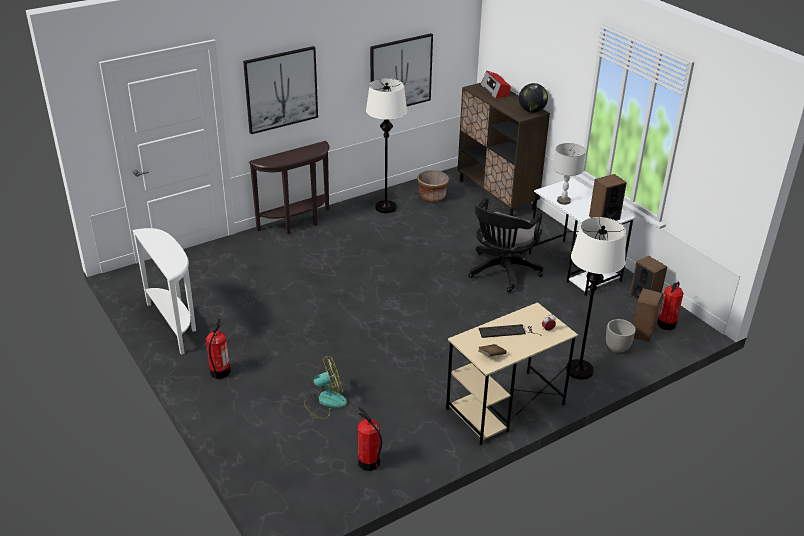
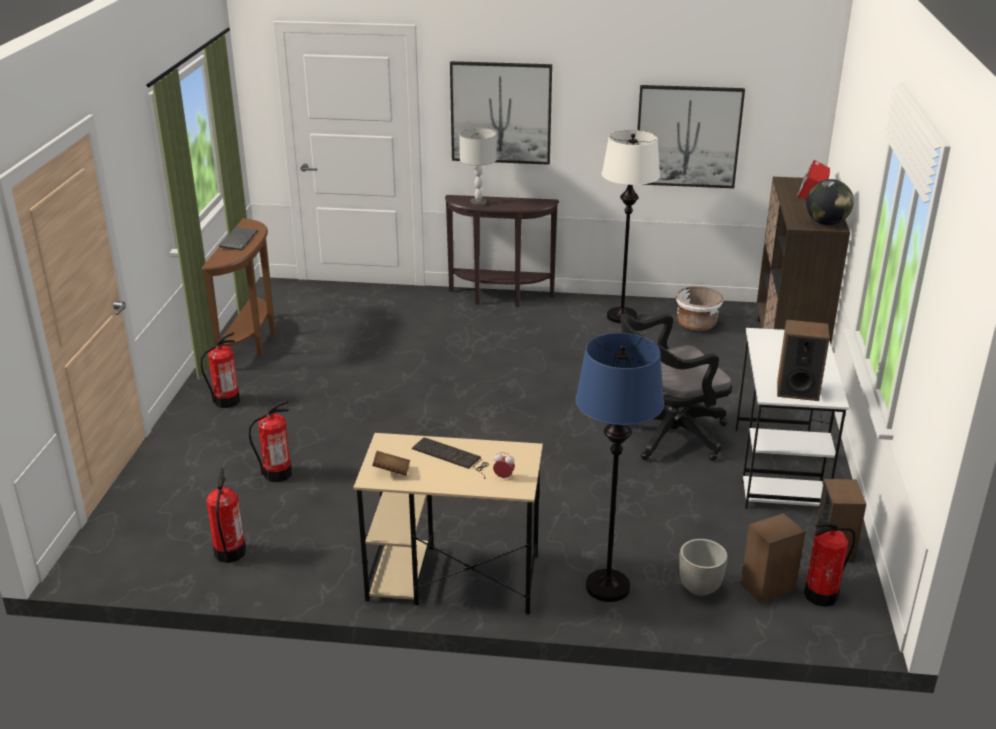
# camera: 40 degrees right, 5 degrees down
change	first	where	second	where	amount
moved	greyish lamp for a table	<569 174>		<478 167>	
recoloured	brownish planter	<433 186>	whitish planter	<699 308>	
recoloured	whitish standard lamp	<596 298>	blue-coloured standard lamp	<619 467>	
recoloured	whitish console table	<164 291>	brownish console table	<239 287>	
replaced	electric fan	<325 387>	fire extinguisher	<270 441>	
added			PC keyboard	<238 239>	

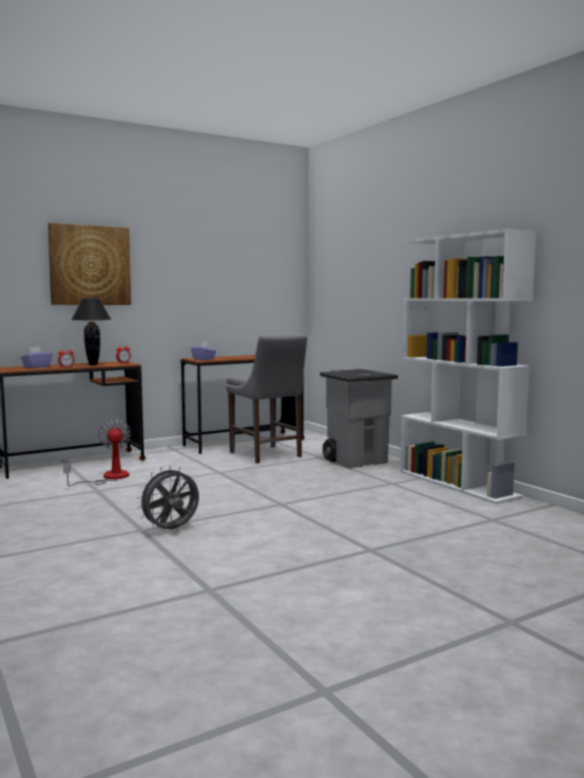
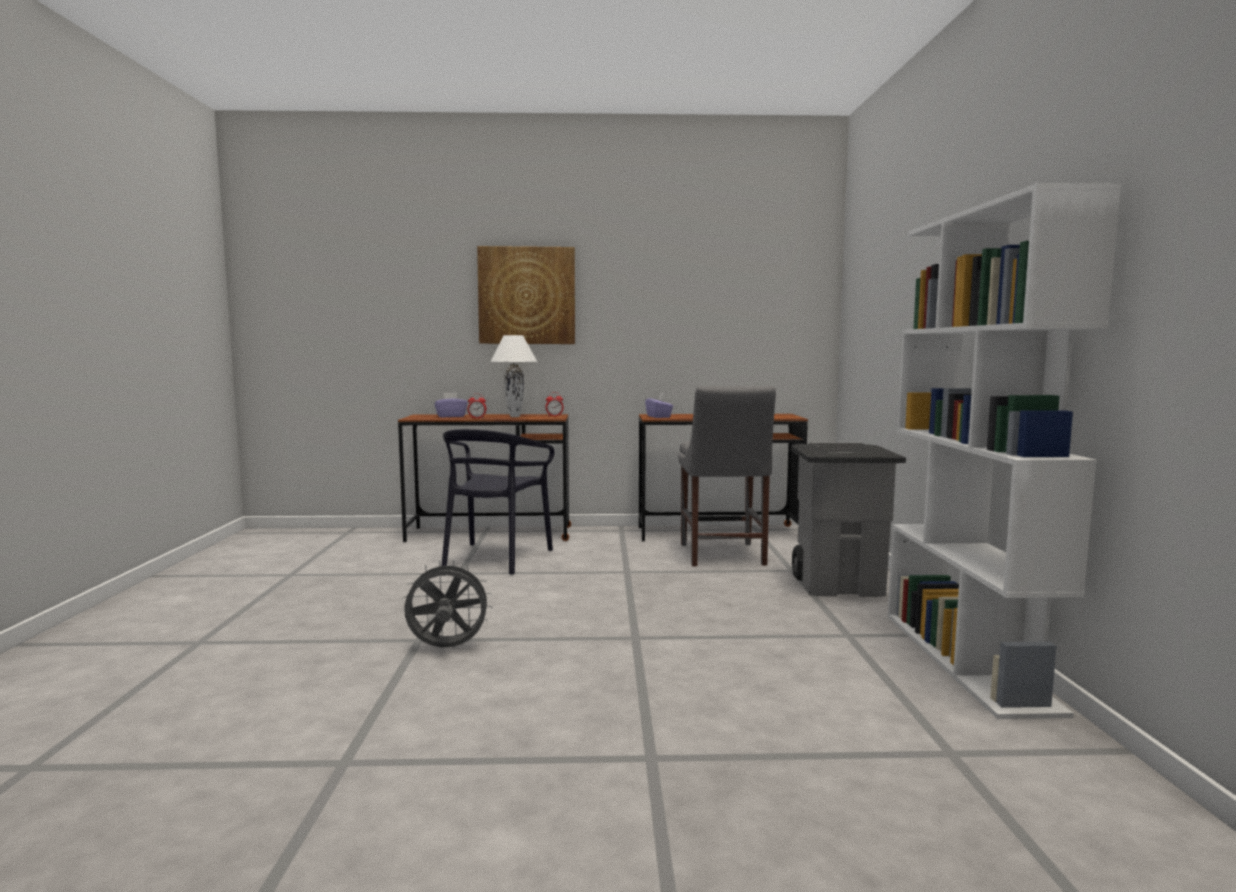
# camera: 30 degrees right, 0 degrees up
change	first	where	second	where	amount
recoloured	black lamp for a table	<91 331>	whitish lamp for a table	<514 376>	
replaced	electric fan	<97 453>	black plain chair	<497 502>	

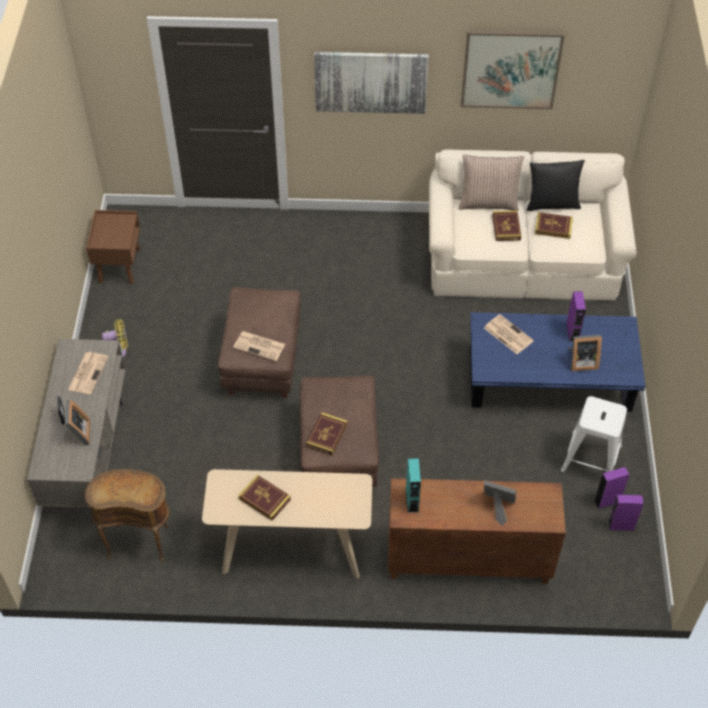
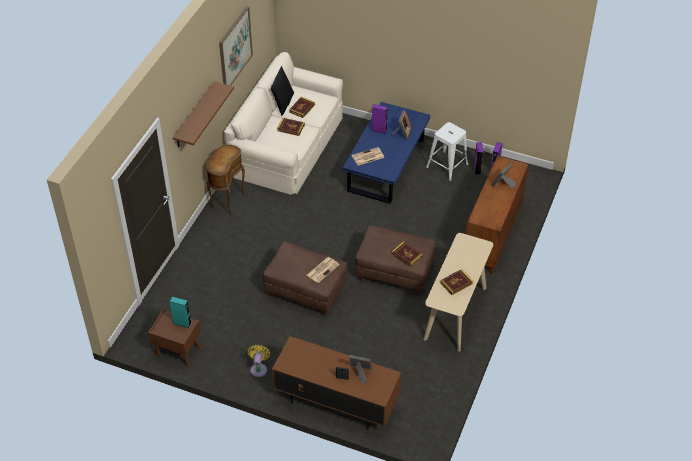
# camera: 70 degrees left, 5 degrees down
change	first	where	second	where	amount
replaced	wall picture	<371 83>	brownish bracket shelf	<203 114>	
removed	pillow	<491 183>			
recoloured	greyish tv unit	<76 423>	brownish tv unit	<336 383>	
removed	newspaper	<88 373>			
moved	turquoise speaker	<413 485>		<180 312>	
moved	brownish accent table	<127 515>		<226 180>	

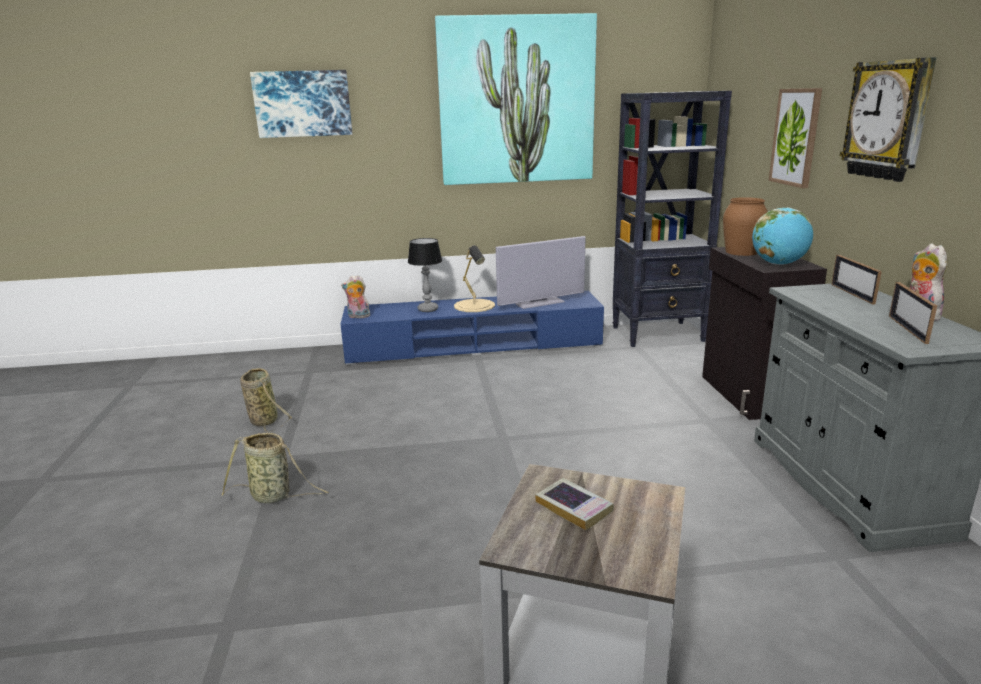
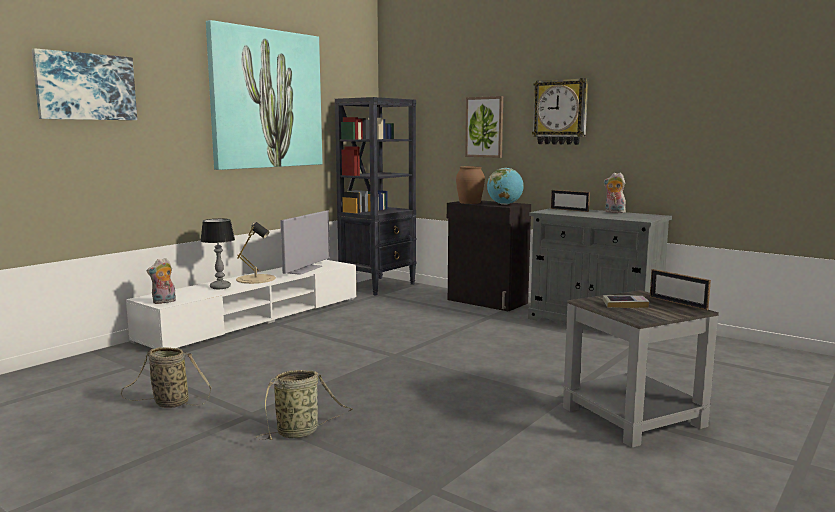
# camera: 45 degrees left, 10 degrees down
change	first	where	second	where	amount
moved	picture frame	<913 313>		<680 289>	
recoloured	blue-coloured tv unit	<472 328>	whitish tv unit	<241 304>	

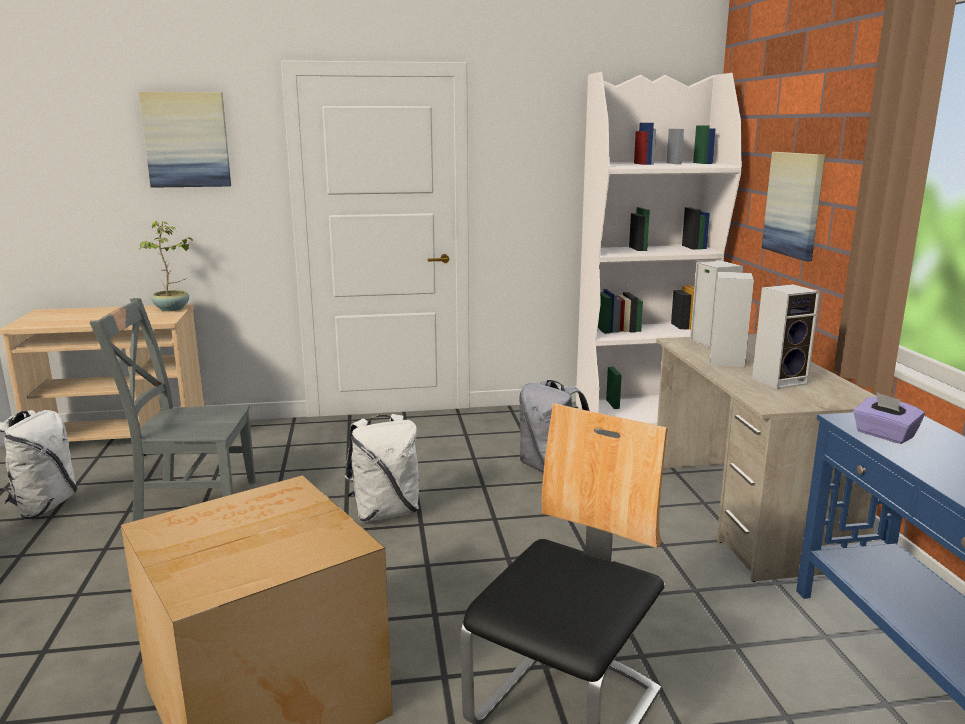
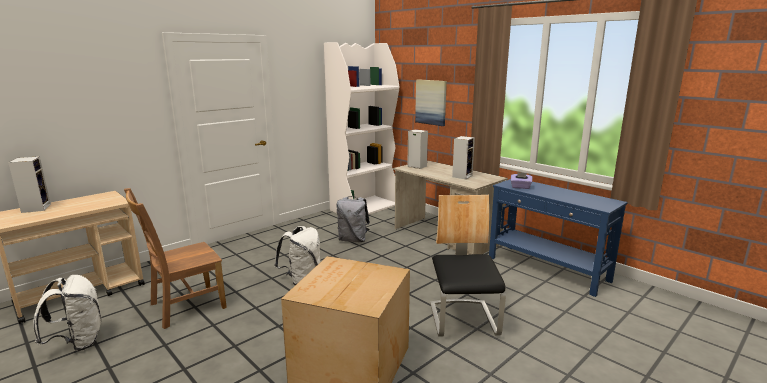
# camera: 35 degrees left, 0 degrees up
change	first	where	second	where	amount
removed	wall picture	<185 140>			
removed	potted plant	<166 266>			
moved	speaker	<732 319>		<29 184>	
recoloured	greyish plain chair	<172 409>	brownish plain chair	<175 258>	

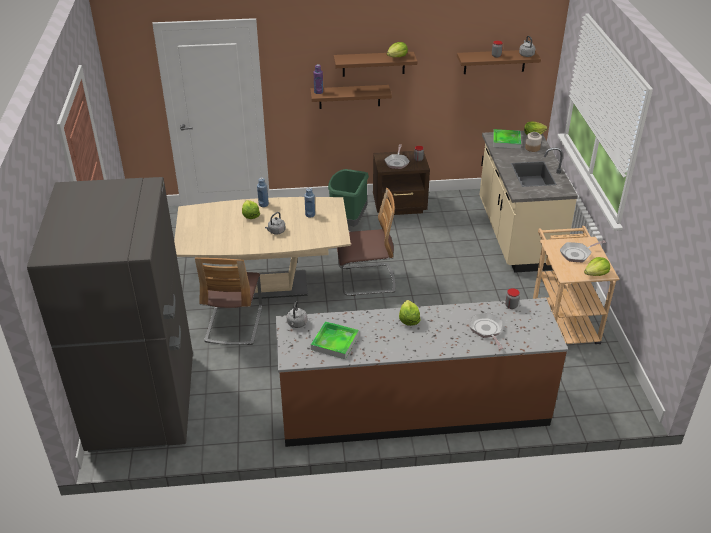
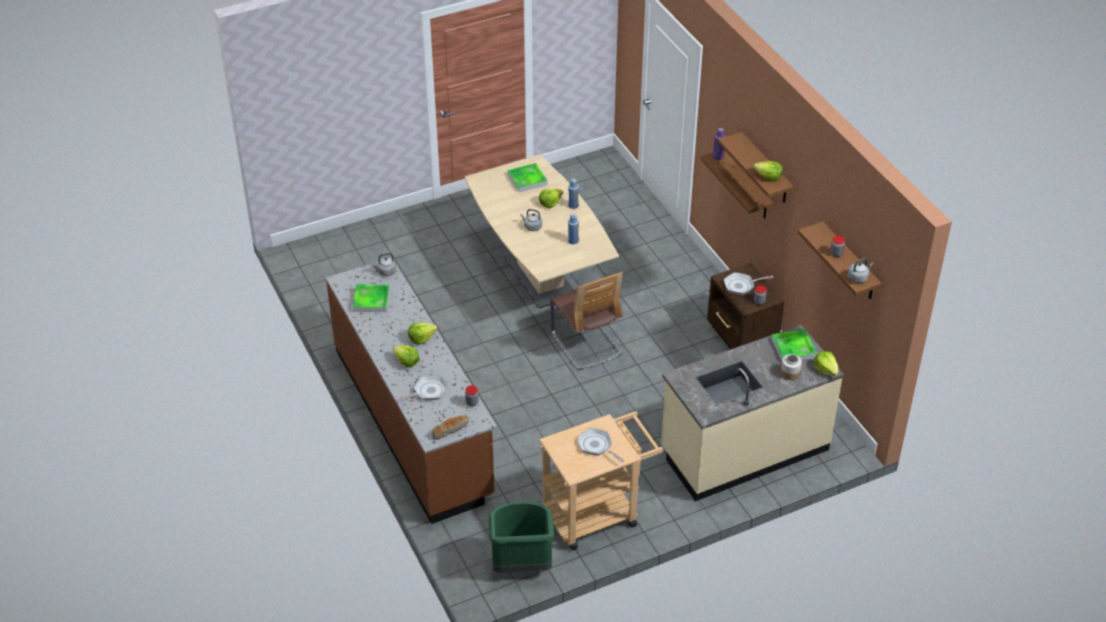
# camera: 70 degrees right, 5 degrees up
change	first	where	second	where	amount
moved	greenish rubbish bin	<348 197>		<521 537>	
removed	greyish refrigerator	<110 314>			
moved	head of lettuce	<597 266>		<406 356>	
removed	plain chair	<228 301>			
added			tray	<527 177>	
added			bread	<450 427>	

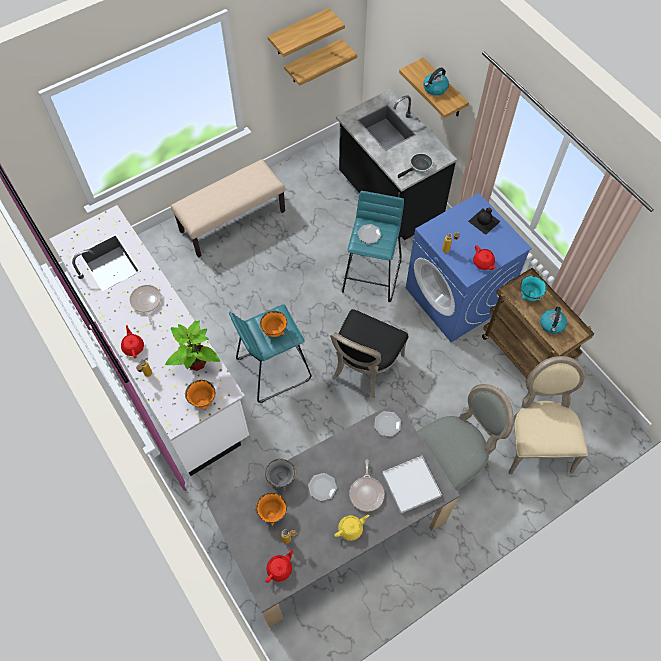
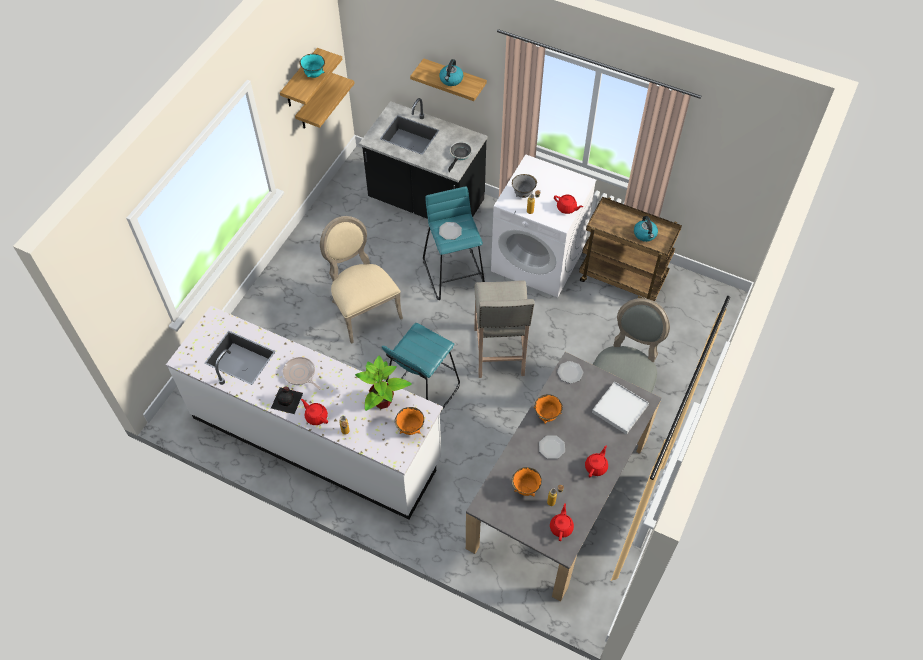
# camera: 30 degrees left, 5 degrees down
change	first	where	second	where	amount
removed	sand-coloured indoor bench	<228 208>			
recoloured	blue-coloured laundry appliance	<469 267>	whitish laundry appliance	<543 226>	
moved	black bottle	<484 221>		<287 400>	
moved	turquoise serving bowl	<533 288>		<312 66>	
replaced	black plain chair	<369 353>	sand-coloured stool	<504 329>	
moved	orangey serving bowl	<274 324>		<548 409>	
moved	sand-coloured plain chair	<548 415>		<361 280>	
moved	greyish serving bowl	<280 475>		<524 186>	
removed	pan	<366 485>			
recoloured	yellow-coloured teapot	<351 528>	red teapot	<596 461>	

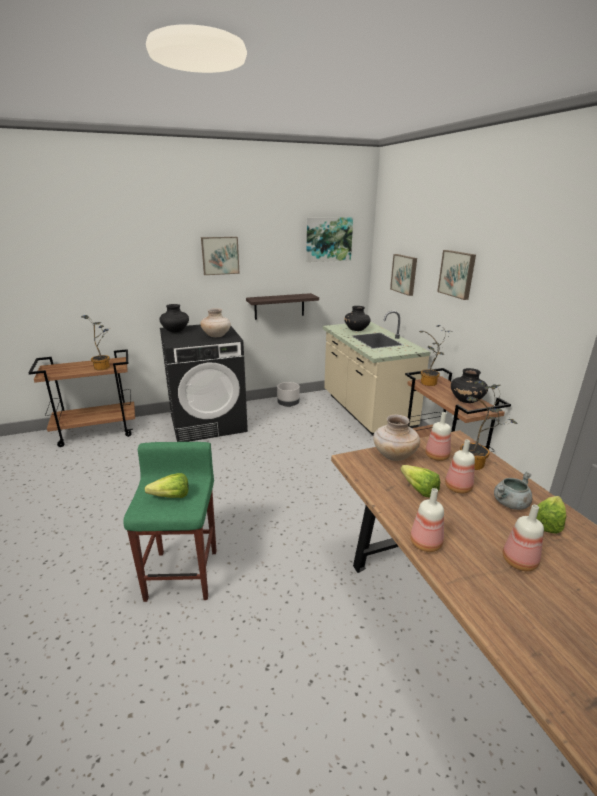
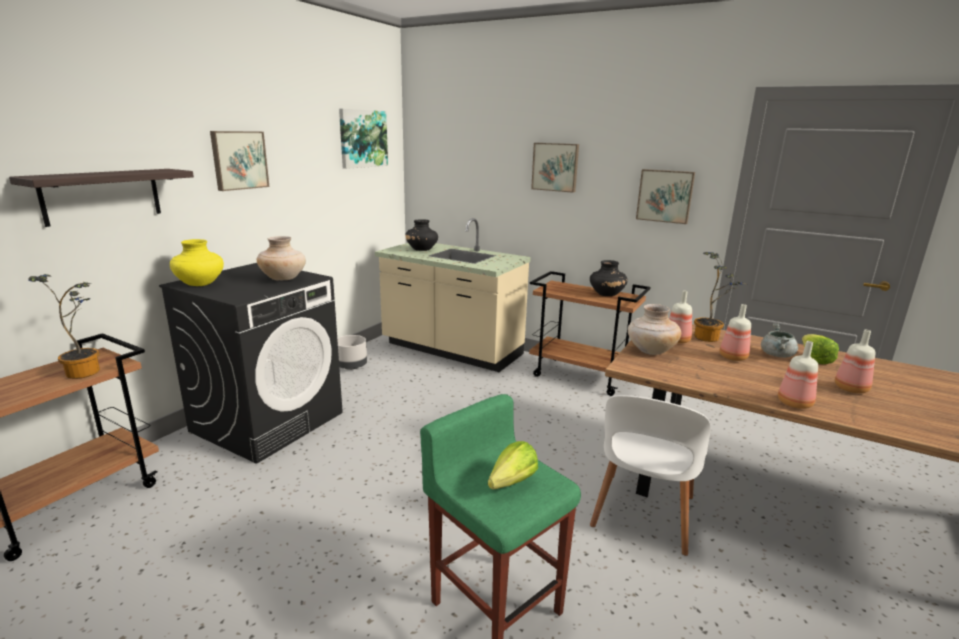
# camera: 40 degrees left, 5 degrees down
change	first	where	second	where	amount
moved	wall picture	<403 275>		<665 196>	
moved	bracket shelf	<282 306>		<101 198>	
recoloured	black vase	<174 318>	yellow-coloured vase	<197 262>	
removed	potted plant	<436 355>			
removed	head of lettuce	<420 481>			
added			whitish plain chair	<650 475>	

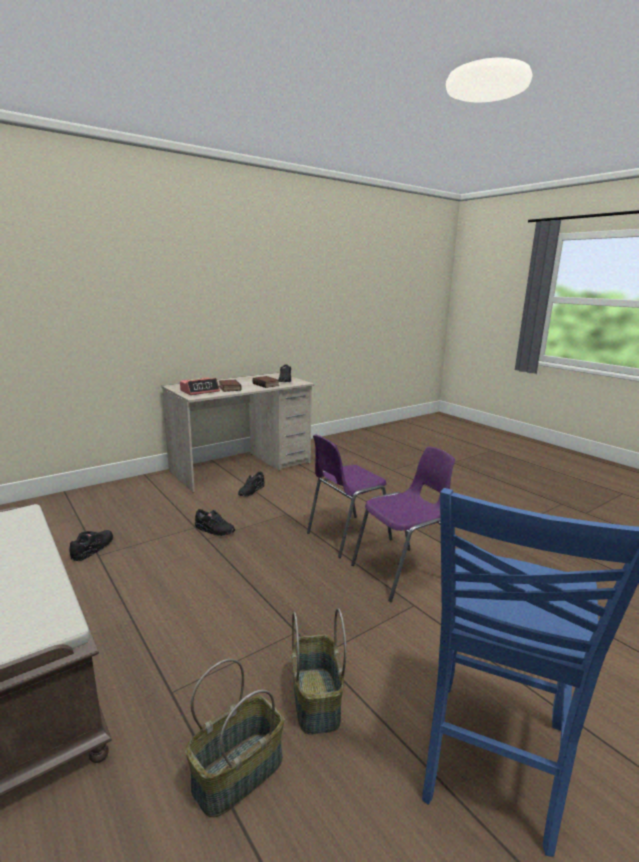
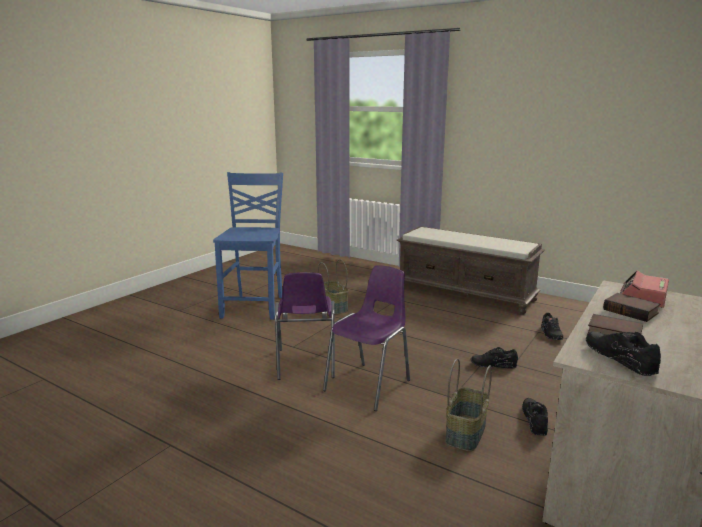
# camera: 160 degrees right, 0 degrees up
change	first	where	second	where	amount
turned	purple-coloured plain chair	<403 524>		<305 326>	45 degrees counterclockwise
moved	storage basket	<234 738>		<468 404>	

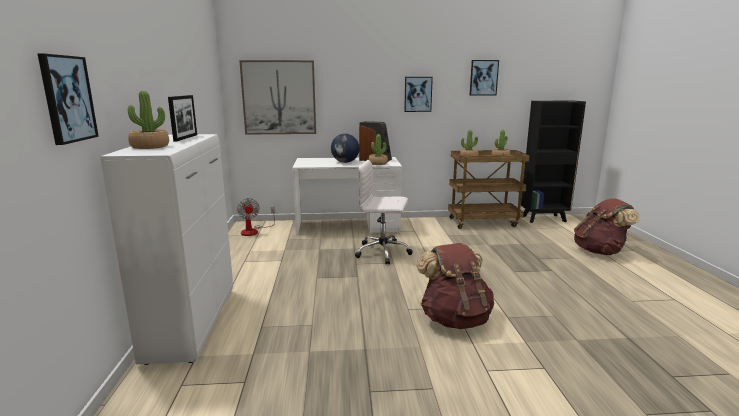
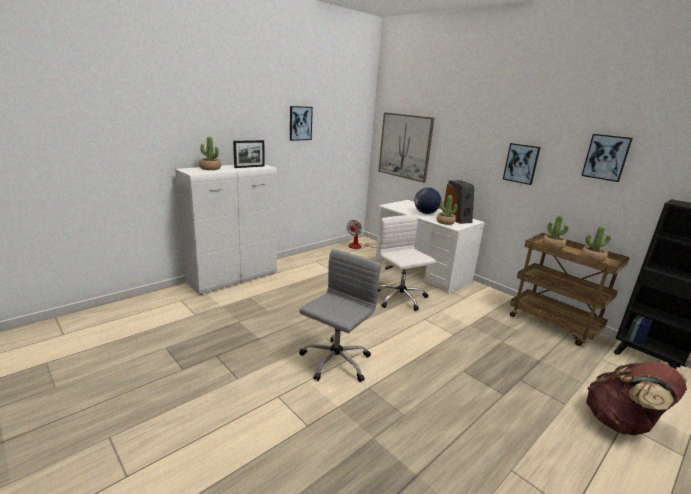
# camera: 50 degrees right, 5 degrees up
change	first	where	second	where	amount
moved	wall picture	<68 99>		<301 123>	
replaced	brownish rucksack	<455 286>	greyish desk chair	<340 315>	

